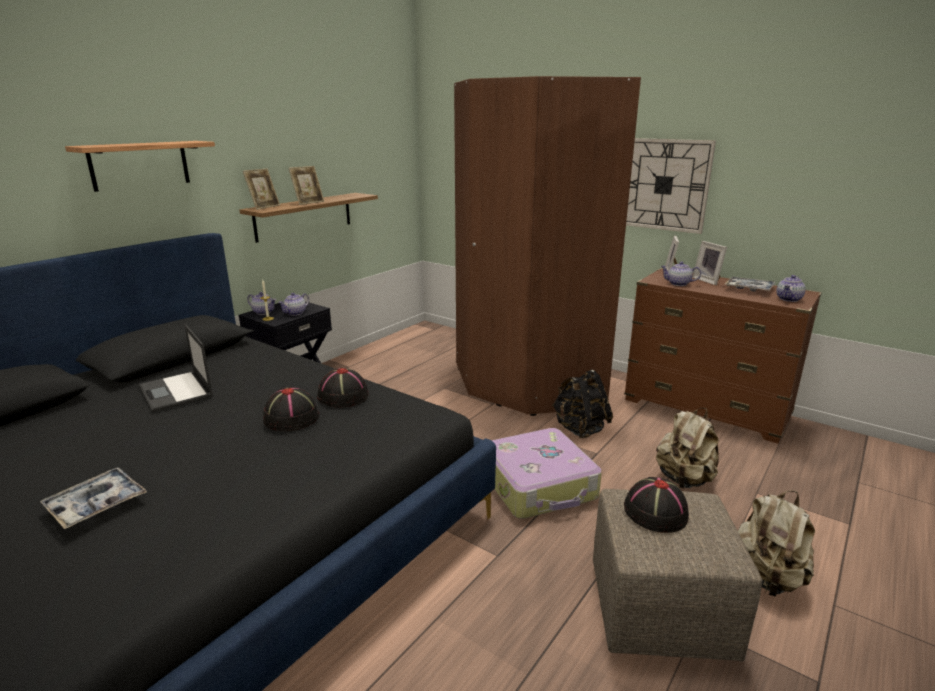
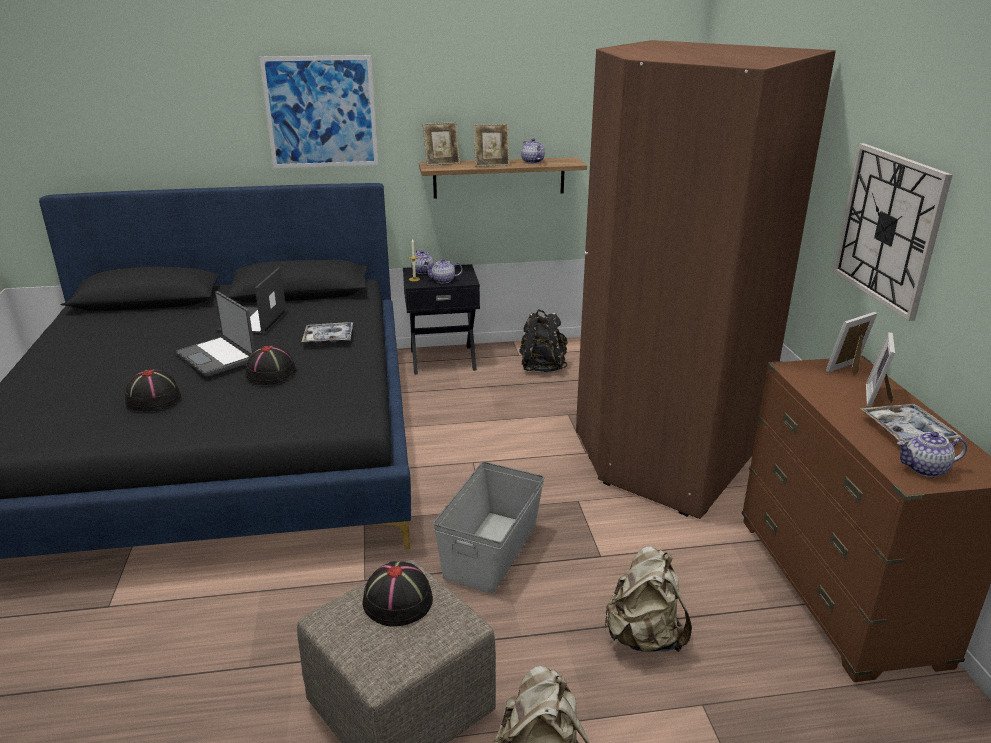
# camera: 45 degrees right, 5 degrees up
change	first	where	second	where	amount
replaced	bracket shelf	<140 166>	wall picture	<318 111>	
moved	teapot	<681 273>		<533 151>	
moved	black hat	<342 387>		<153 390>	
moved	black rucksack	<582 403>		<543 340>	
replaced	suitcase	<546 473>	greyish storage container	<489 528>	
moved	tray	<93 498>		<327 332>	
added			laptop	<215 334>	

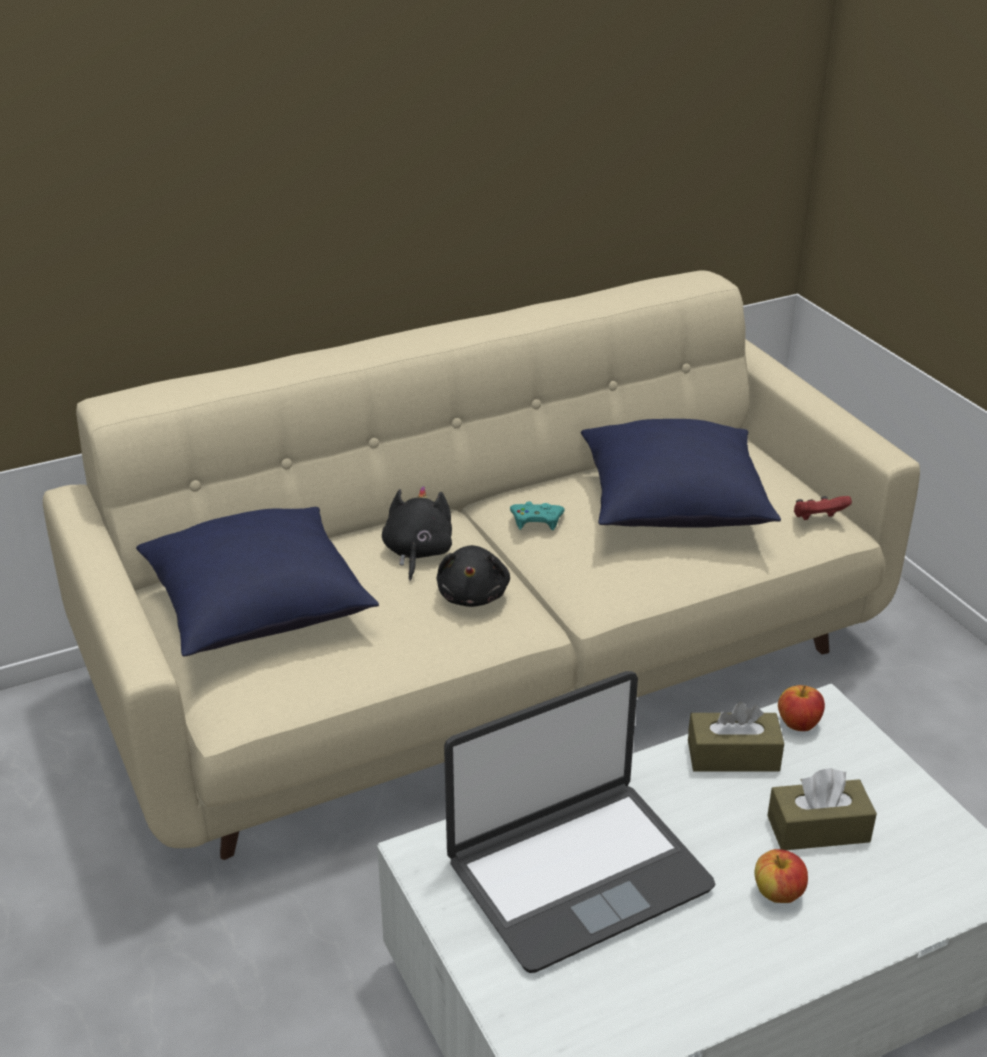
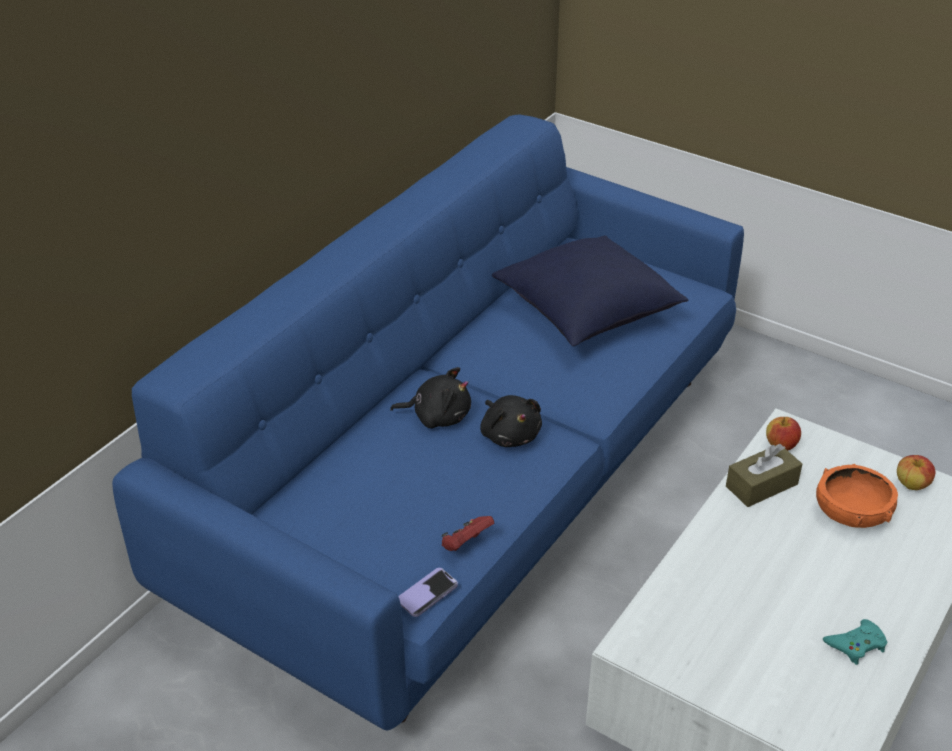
# camera: 30 degrees left, 5 degrees up
change	first	where	second	where	amount
recoloured	sand-coloured settee	<481 565>	blue-coloured settee	<428 423>	
turned	black soft toy	<417 533>		<430 397>	120 degrees clockwise
moved	red gamepad	<823 508>		<468 533>	
moved	turquoise gamepad	<537 515>		<855 642>	
removed	blue-coloured pillow	<257 582>			
removed	laptop	<579 822>			
replaced	brownish box of tissues	<822 809>	orangey serving bowl	<857 496>	
moved	apple fruit	<781 876>		<916 472>	
added			phone	<428 592>	

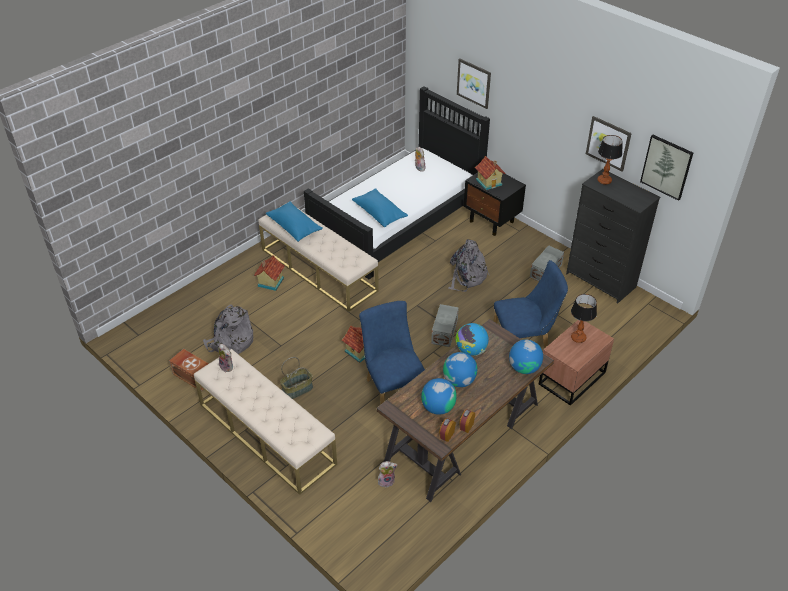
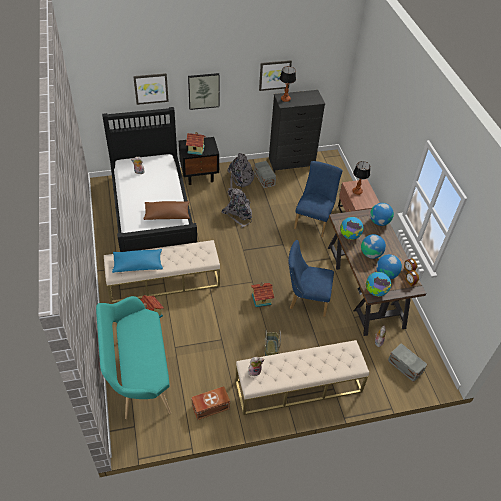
# camera: 60 degrees left, 5 degrees up
change	first	where	second	where	amount
moved	wall picture	<666 168>		<204 91>	
recoloured	blue-coloured pillow	<380 208>	brownish pillow	<166 210>	
moved	greyish rucksack	<228 329>		<241 171>	
moved	greyish storage container	<445 325>		<407 362>	
added			world globe	<378 284>	
added			turquoise indoor bench	<133 357>	

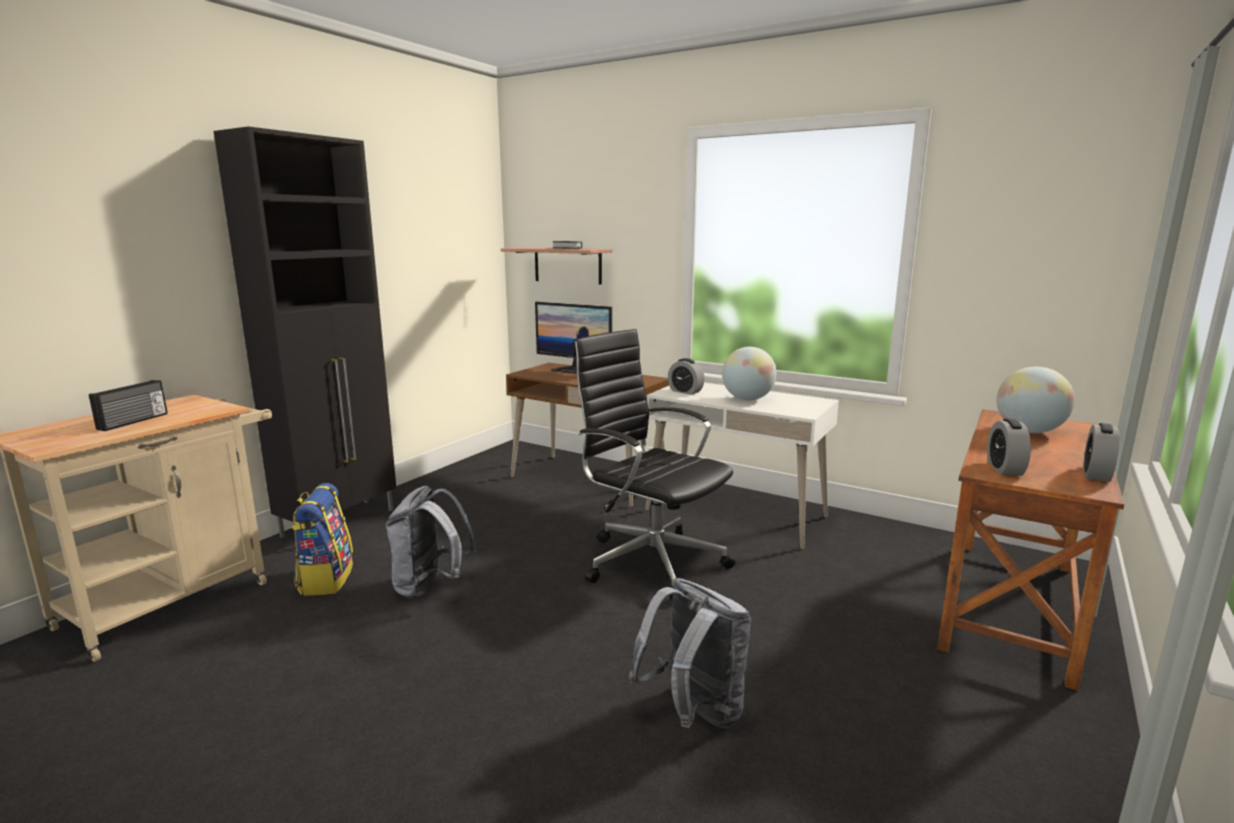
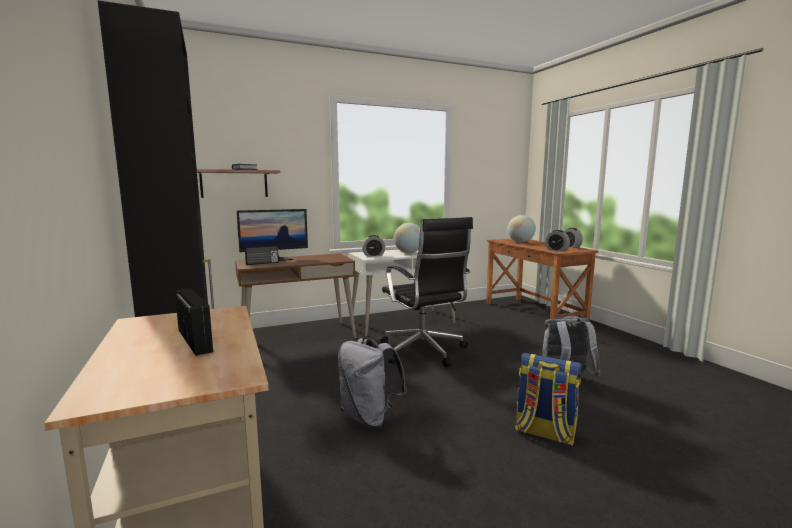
# camera: 55 degrees left, 5 degrees down
change	first	where	second	where	amount
turned	black desk chair	<654 465>		<426 292>	105 degrees counterclockwise
moved	rucksack	<322 539>		<548 399>	
added			radio set	<262 255>	

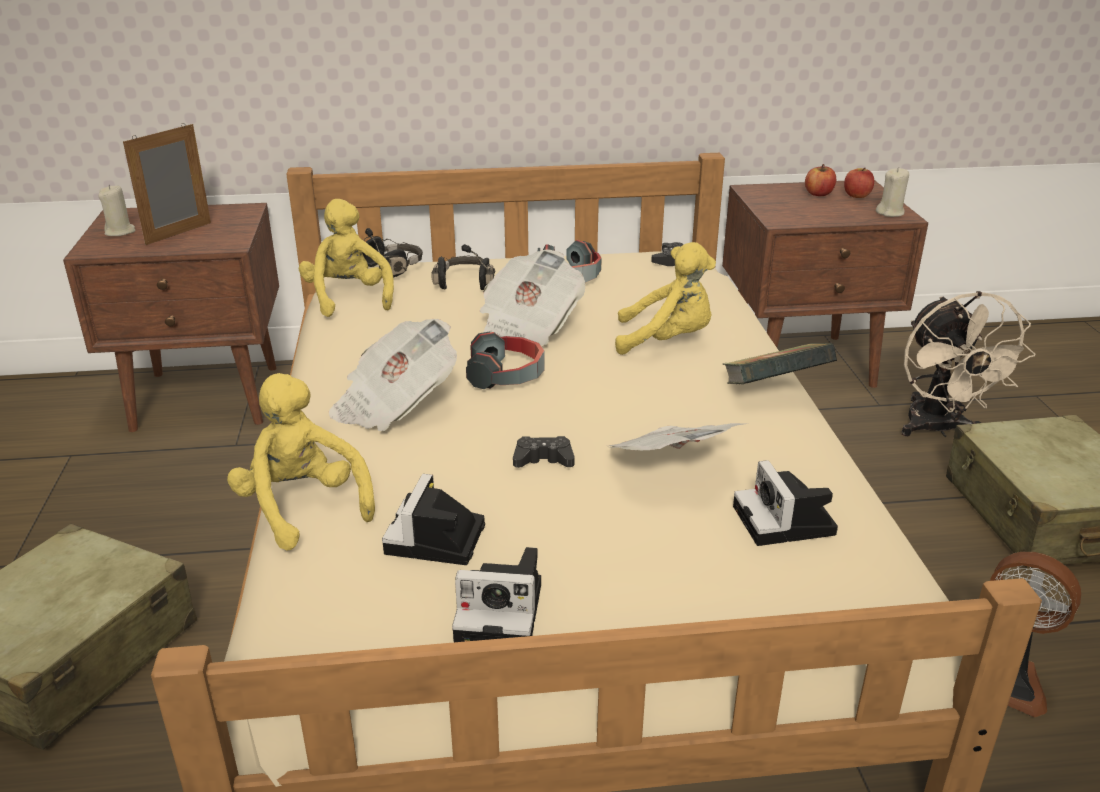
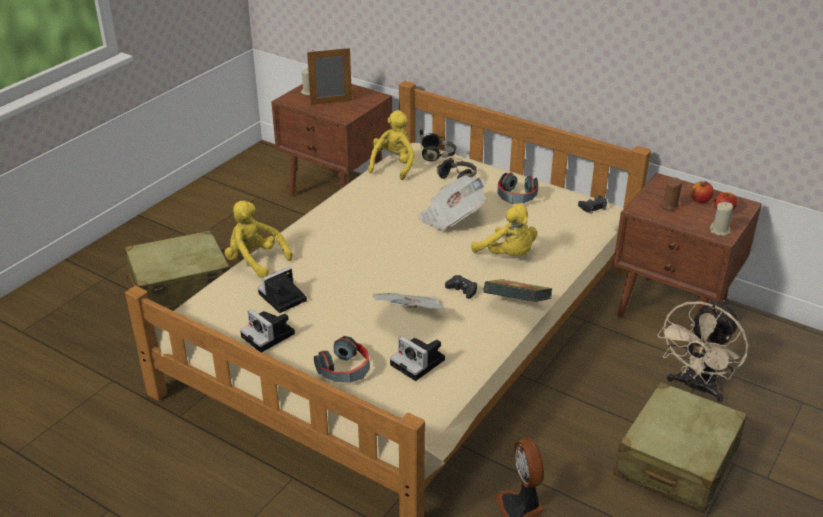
# camera: 40 degrees right, 5 degrees up
change	first	where	second	where	amount
removed	newspaper	<393 375>			
moved	headset	<505 360>		<342 359>	
turned	yellow-coloured soft toy	<301 461>		<258 239>	60 degrees counterclockwise
moved	black gamepad	<544 452>		<461 287>	
turned	photo camera	<785 503>		<417 358>	75 degrees counterclockwise
added			brownish wax light	<671 194>	

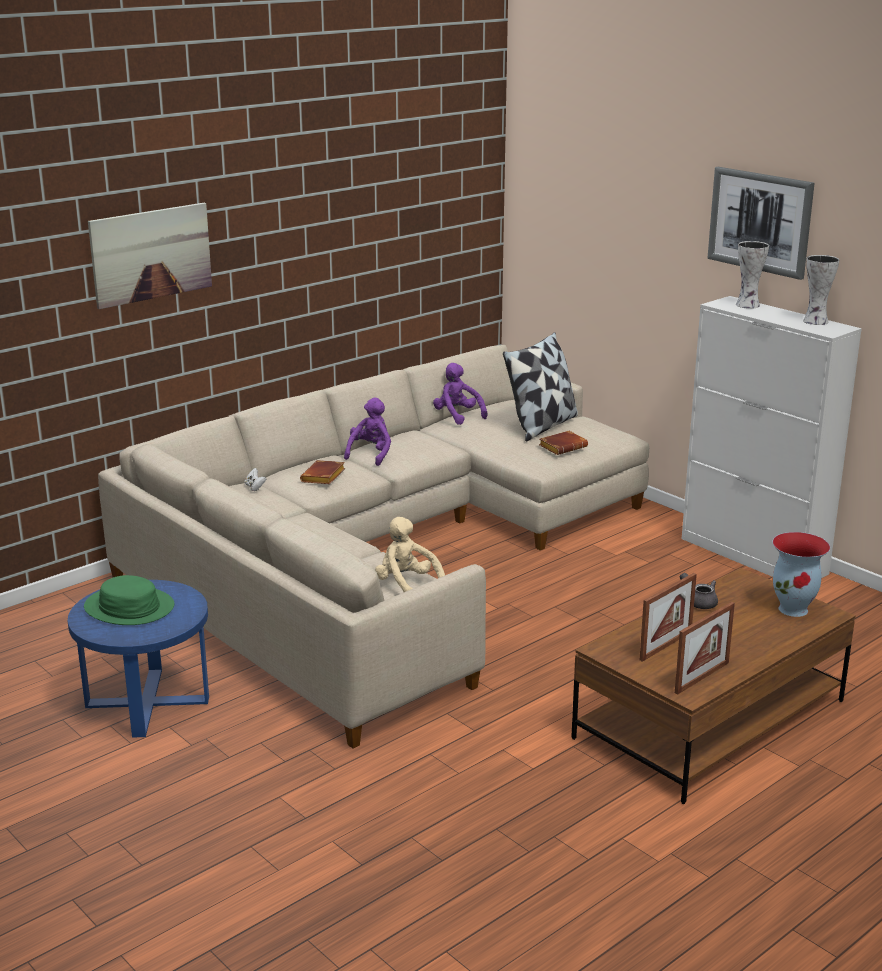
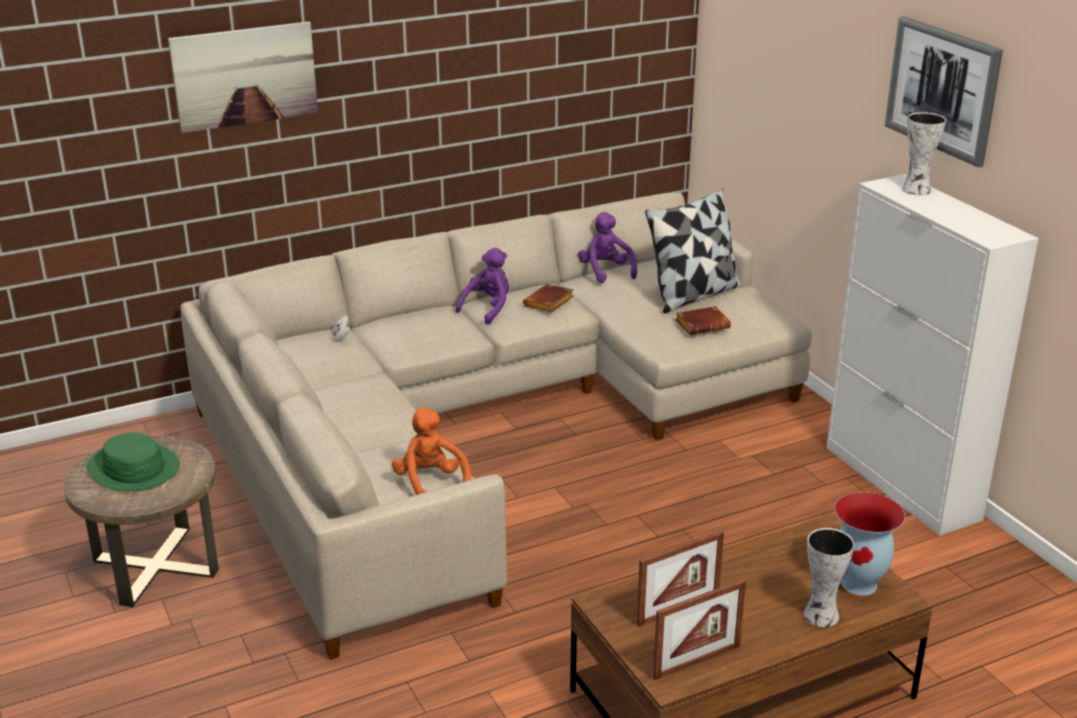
# camera: 15 degrees right, 5 degrees up
change	first	where	second	where	amount
moved	vase	<821 290>		<828 577>	
moved	brownish volume	<322 472>		<548 298>	
recoloured	sand-coloured soft toy	<410 554>	orangey soft toy	<431 451>	
removed	greyish teapot	<699 591>			
recoloured	blue-coloured accent table	<138 659>	brownish accent table	<141 521>	

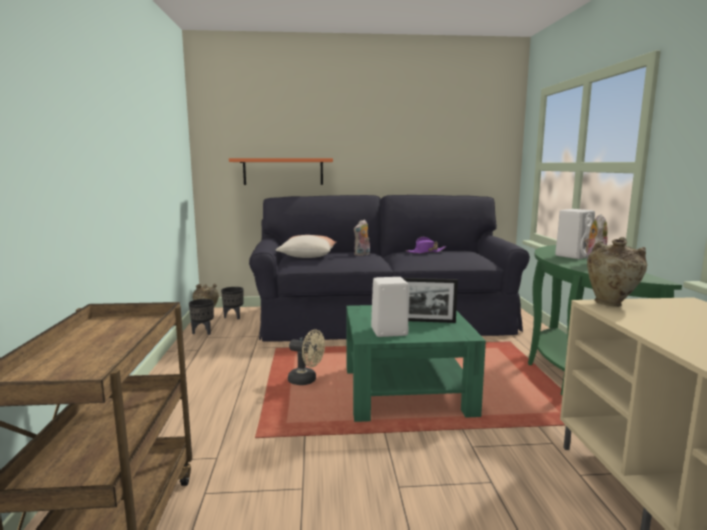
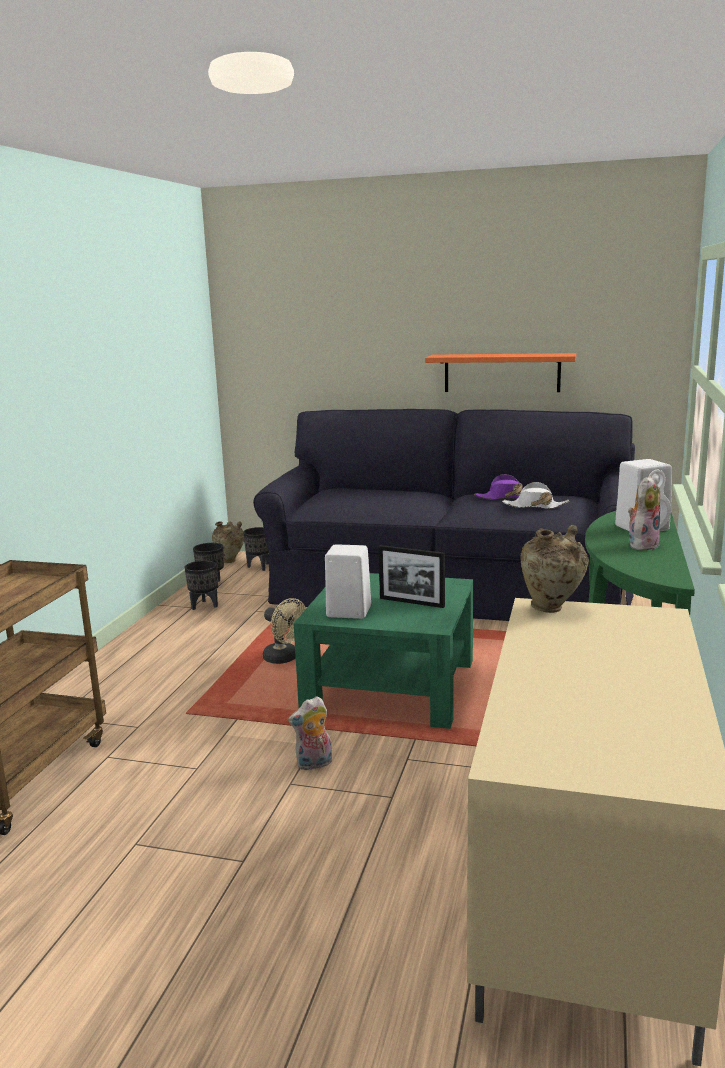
# camera: 20 degrees right, 5 degrees up
change	first	where	second	where	amount
moved	orangey bracket shelf	<281 171>		<500 372>	
moved	soft toy	<362 238>		<310 733>	
removed	pillow	<306 246>			
added			whitish hat	<536 495>	
added			black planter	<201 585>	

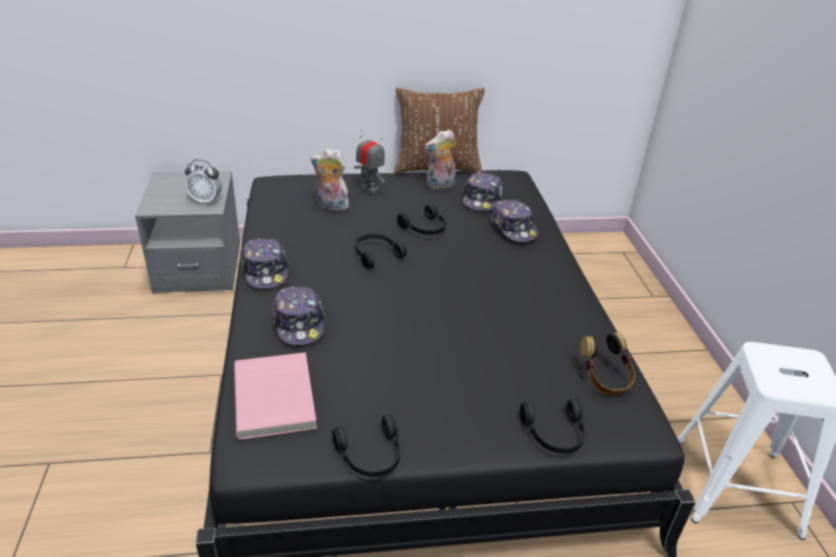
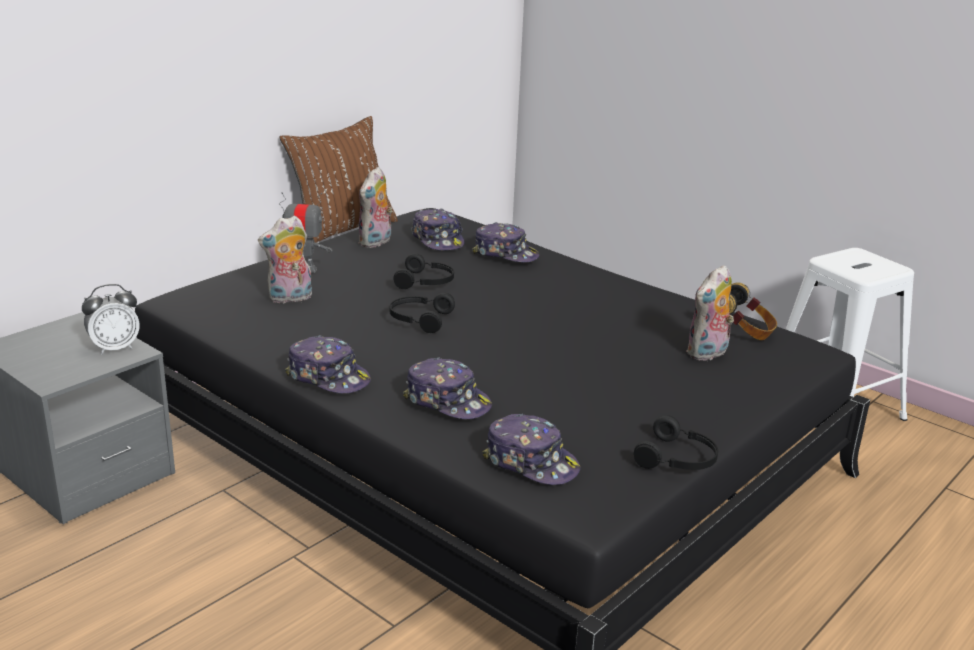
# camera: 40 degrees left, 10 degrees down
change	first	where	second	where	amount
replaced	pink volume	<275 396>	cap	<531 449>	
removed	black headset	<552 426>			
added			soft toy	<710 313>	

